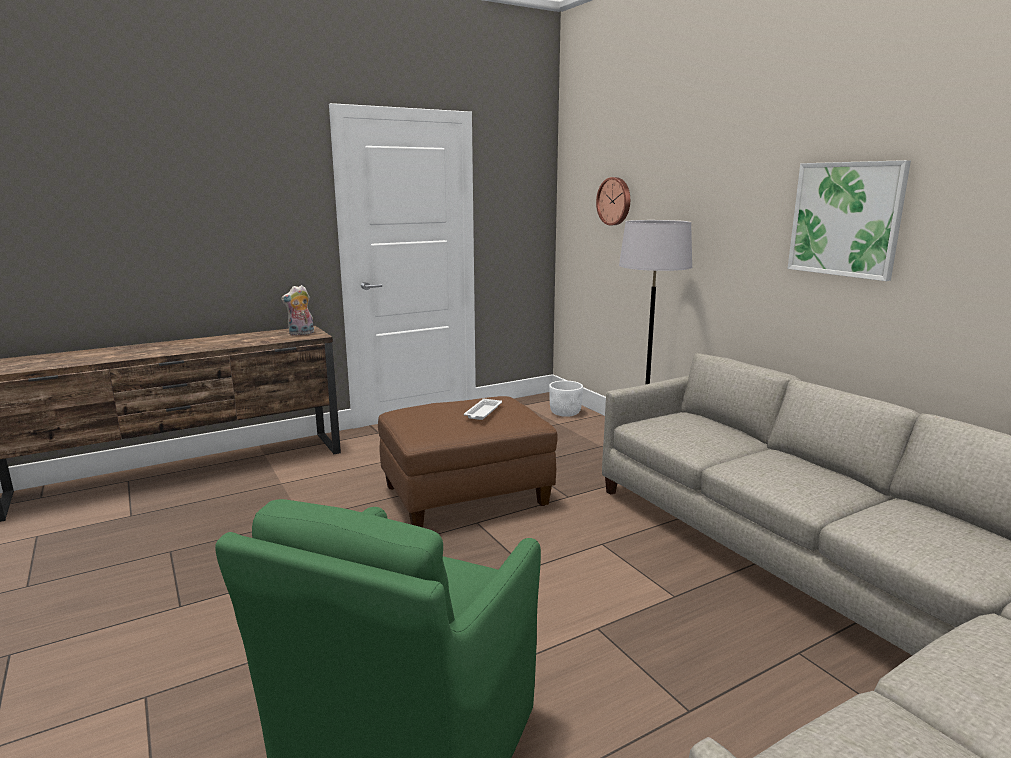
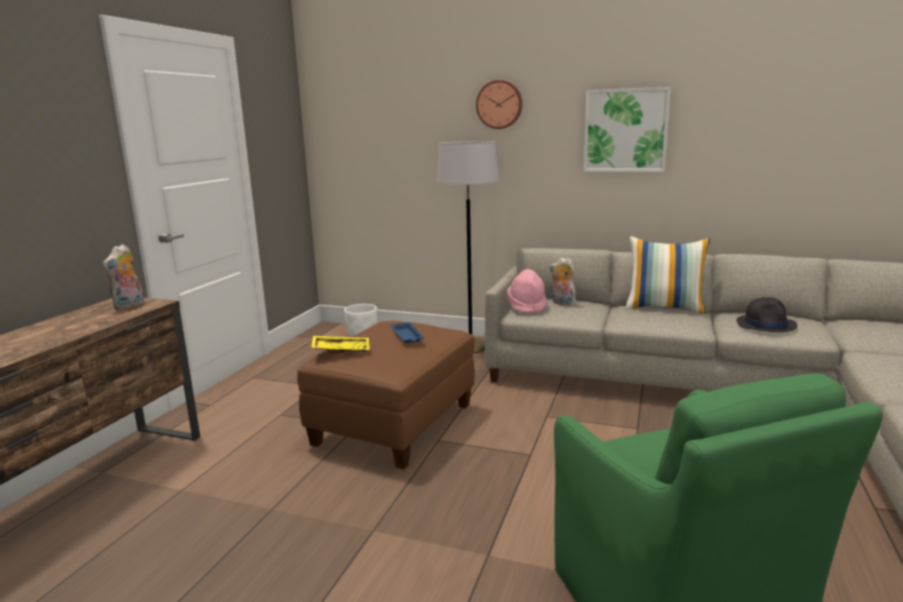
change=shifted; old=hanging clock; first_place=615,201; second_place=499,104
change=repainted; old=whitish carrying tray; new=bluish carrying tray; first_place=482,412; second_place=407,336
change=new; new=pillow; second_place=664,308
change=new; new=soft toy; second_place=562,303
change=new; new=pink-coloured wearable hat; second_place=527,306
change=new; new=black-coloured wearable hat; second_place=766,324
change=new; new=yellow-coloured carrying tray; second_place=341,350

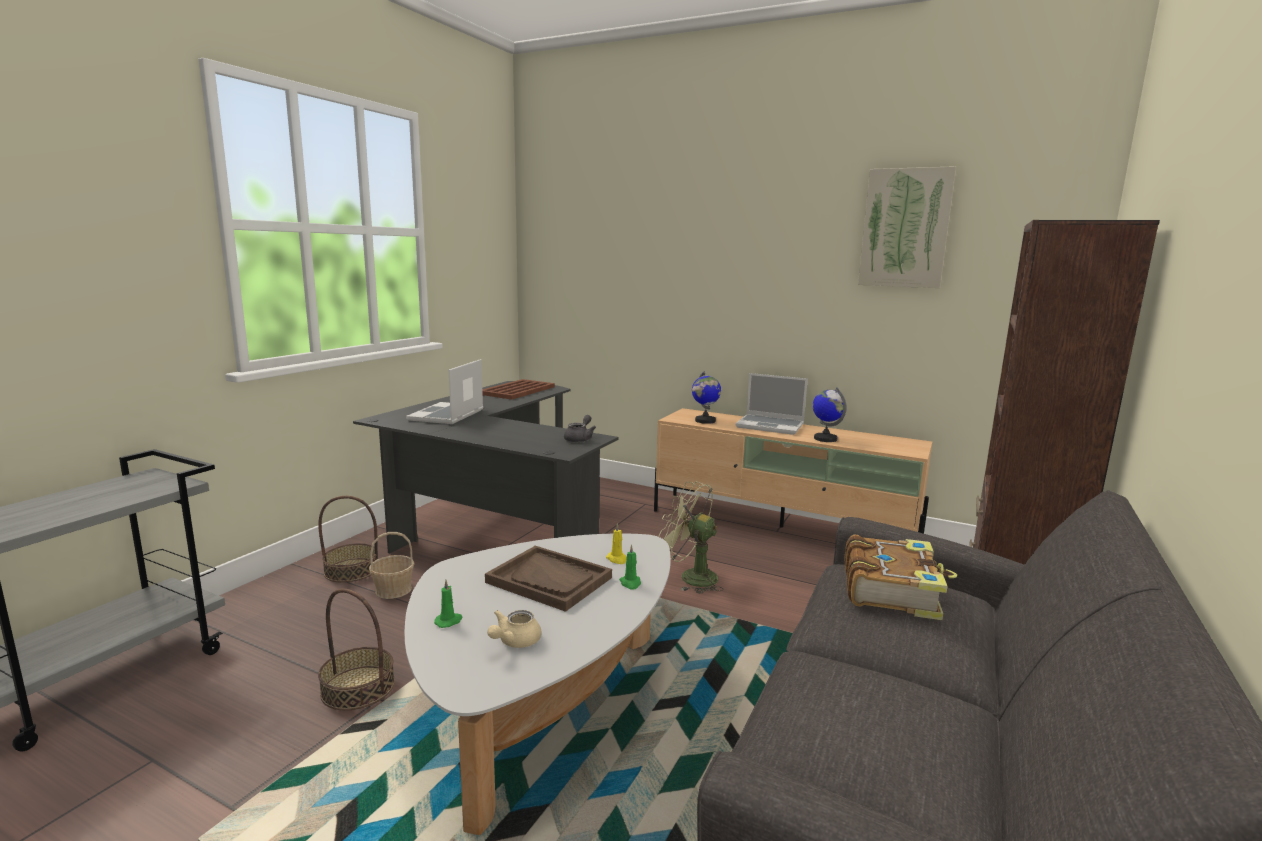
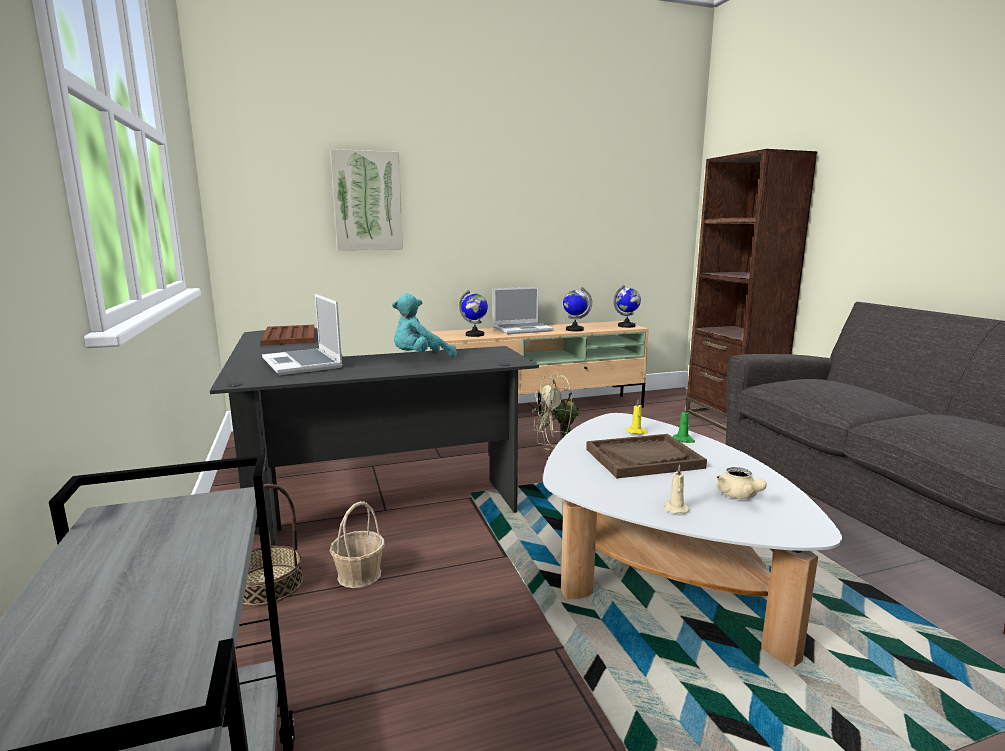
change=shifted; old=picture; first_place=905,228; second_place=367,201
change=gone; old=greyish teapot; first_place=580,439
change=gone; old=volume; first_place=892,590
change=repainted; old=green wax candle; new=beige wax candle; first_place=449,621; second_place=675,508
change=gone; old=household basket; first_place=358,688
change=new; new=globe; second_place=626,326
change=new; new=blue-green soft toy; second_place=420,358

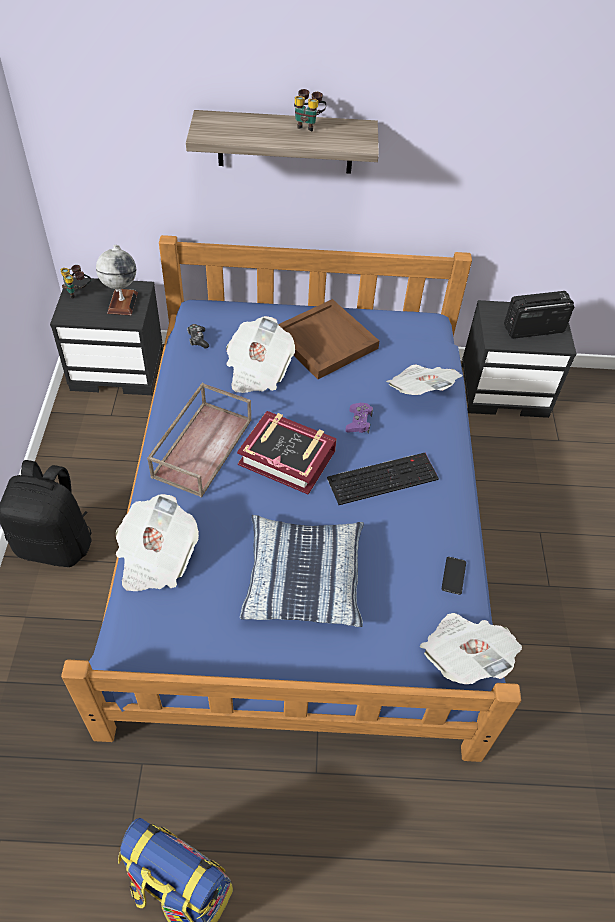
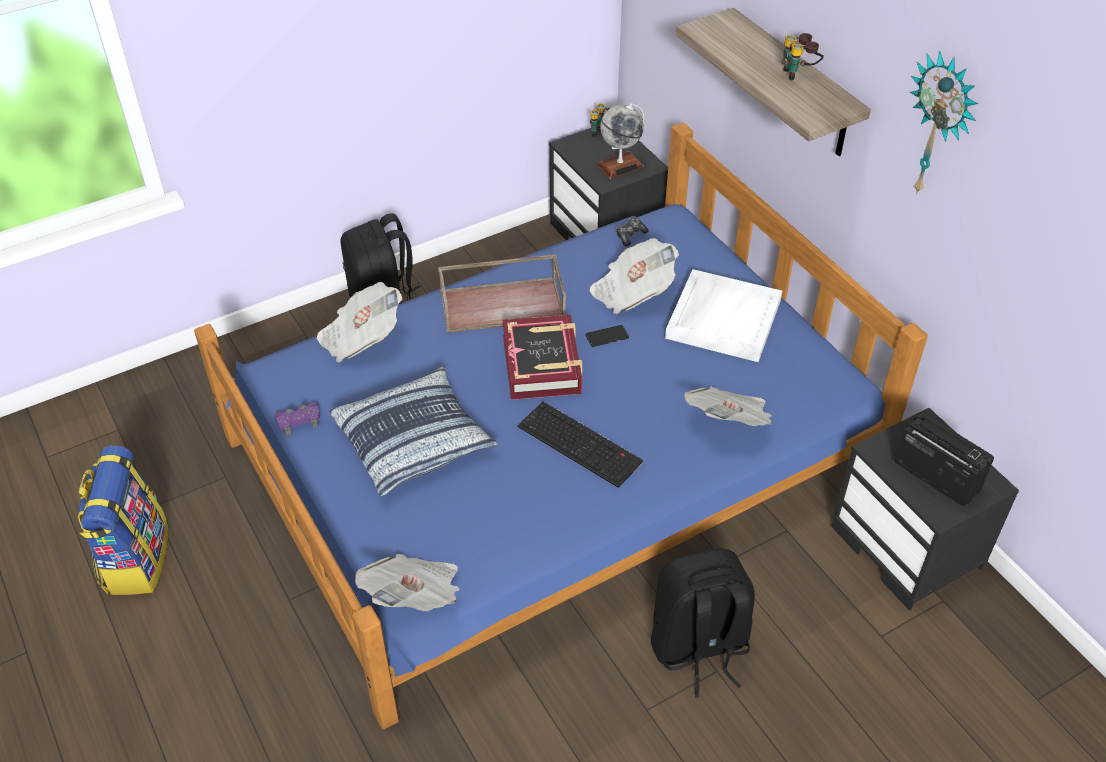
change=repainted; old=brown carrying tray; new=whitish carrying tray; first_place=324,341; second_place=723,318
change=shifted; old=purplish gamepad; first_place=359,422; second_place=299,421
change=shifted; old=handset; first_place=453,576; second_place=607,336
change=new; new=hanging clock; second_place=939,126
change=new; new=black-coloured backpack; second_place=698,648

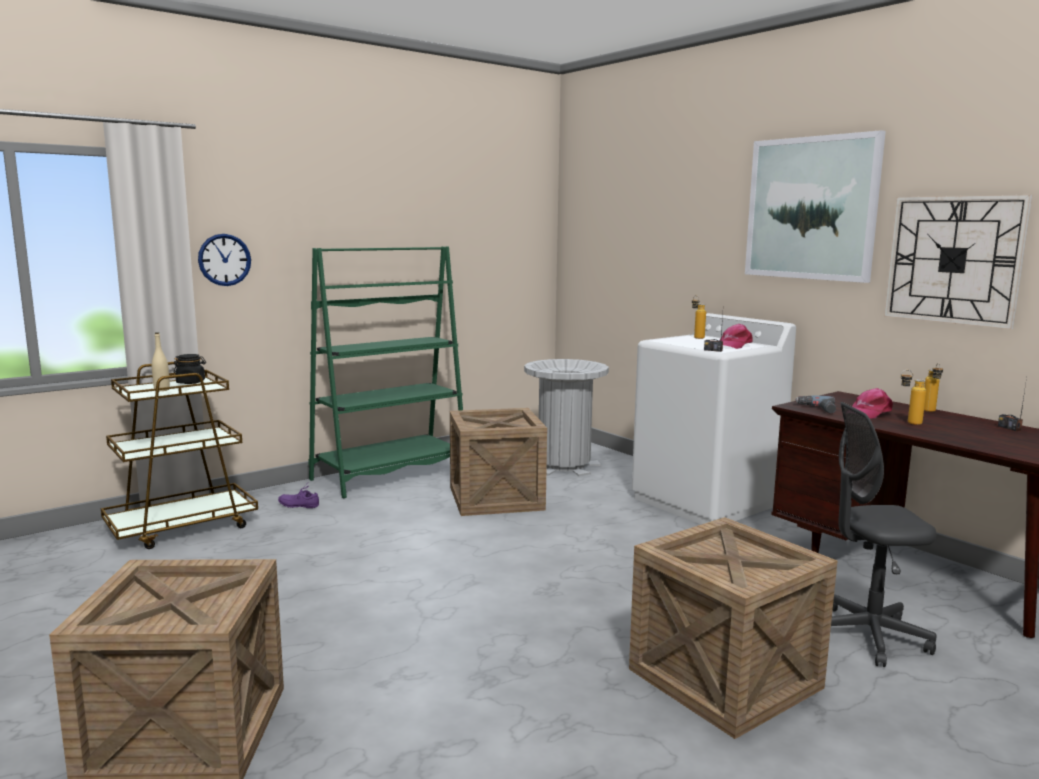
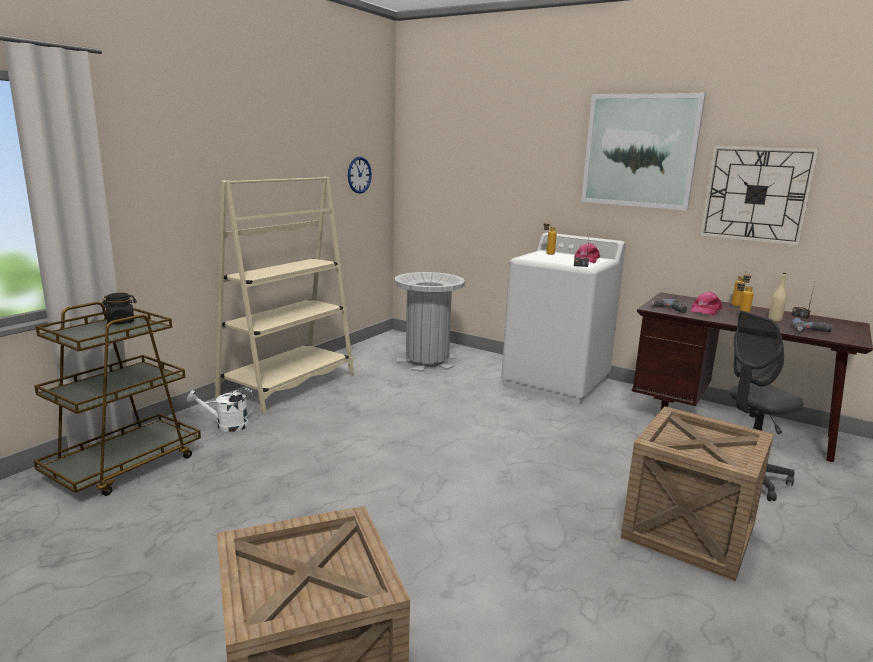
change=shifted; old=hanging clock; first_place=224,260; second_place=359,175
change=repainted; old=green shelving unit; new=beige shelving unit; first_place=390,475; second_place=289,386
change=shifted; old=beige beverage bottle; first_place=162,390; second_place=774,320
change=gone; old=shipping crate; first_place=496,498
change=swapped; old=purplish item of footwear; new=whitish sprinkling can; first_place=299,504; second_place=226,426
change=new; new=electric drill; second_place=811,331

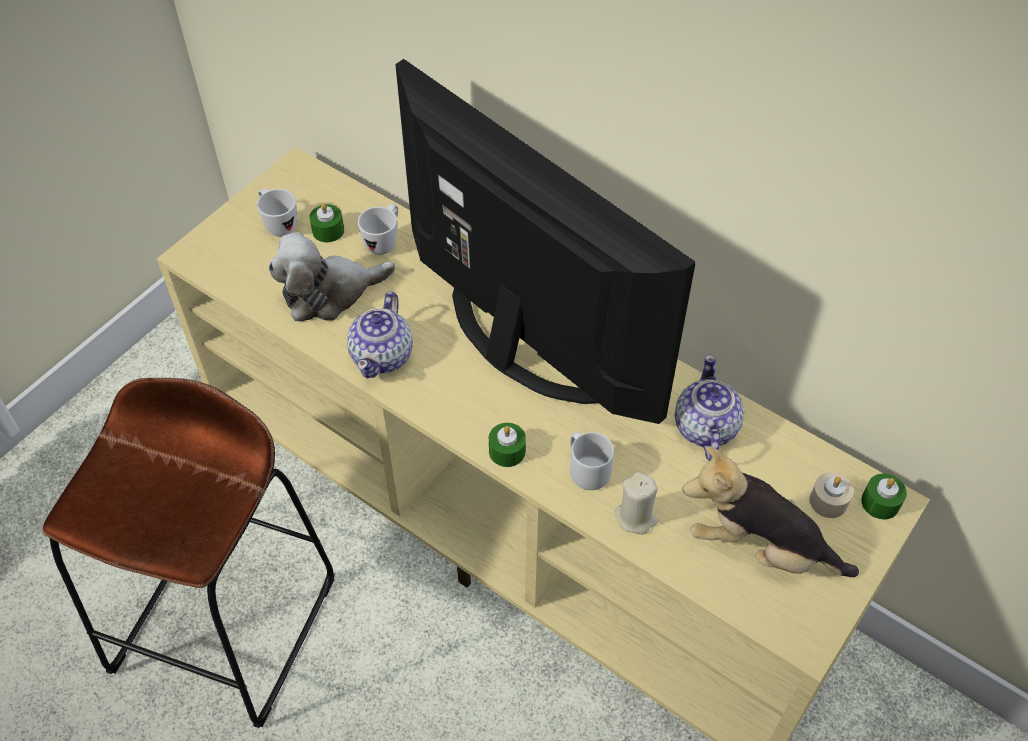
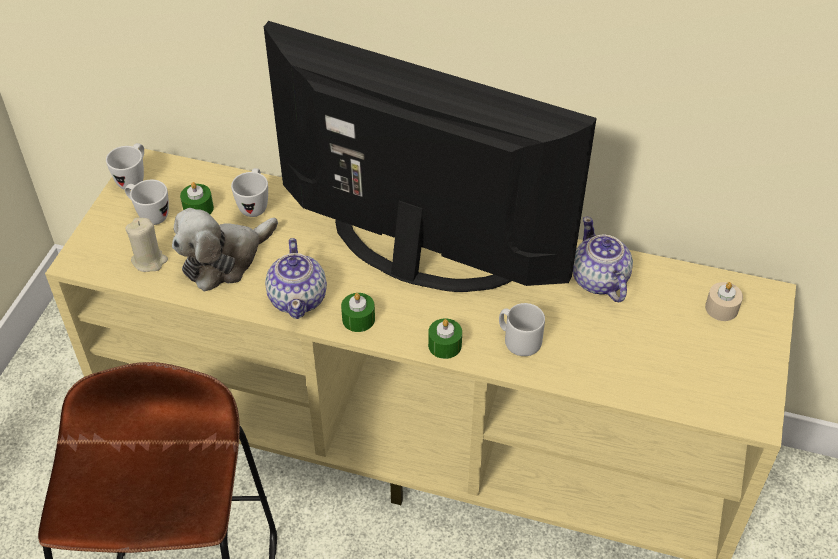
change=gone; old=soft toy; first_place=759,547
change=shifted; old=beige wax candle; first_place=636,517; second_place=149,261
change=shifted; old=green wax candle; first_place=880,502; second_place=358,319
change=new; new=whitish coffee mug; second_place=134,179

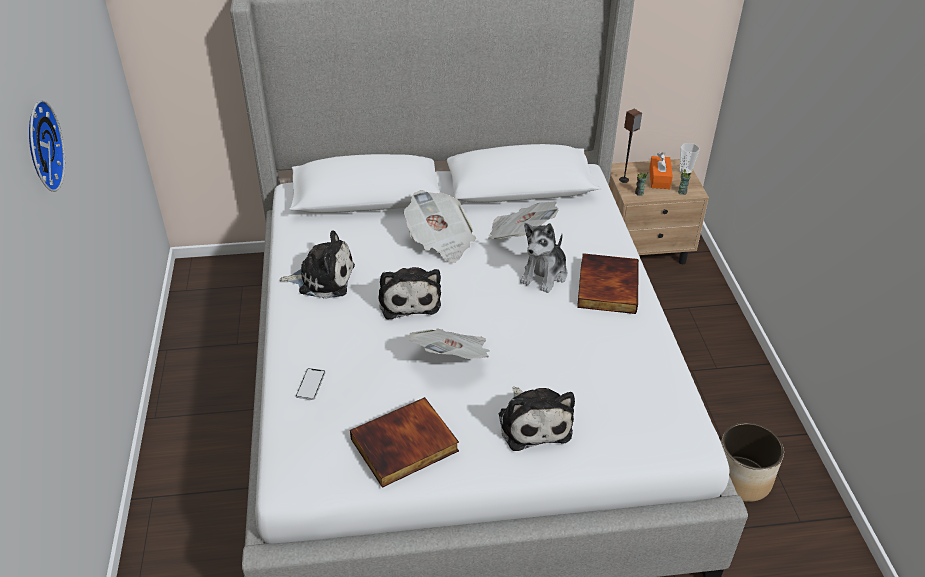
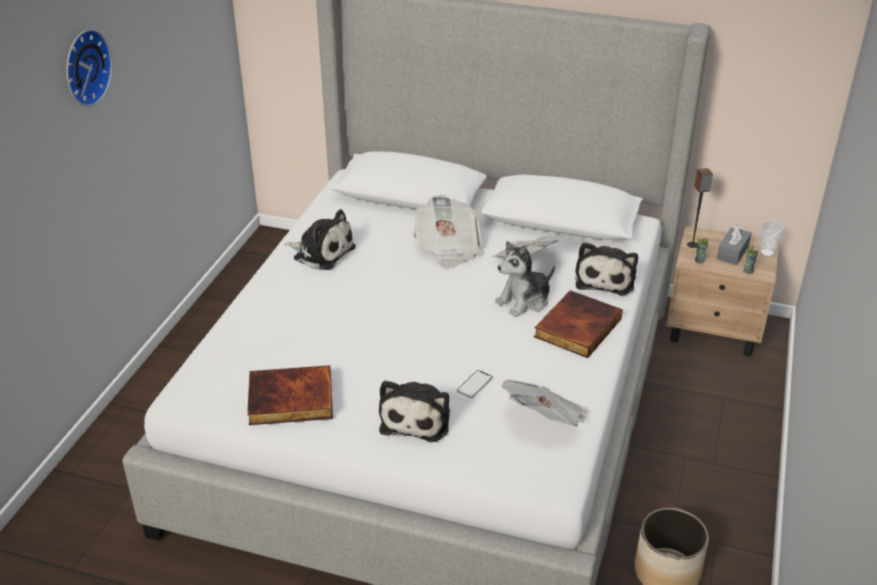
change=repainted; old=orangey tissue box; new=greyish tissue box; first_place=659,178; second_place=732,253
change=shifted; old=soft toy; first_place=409,299; second_place=605,279
change=shifted; old=newspaper; first_place=453,359; second_place=546,420
change=shifted; old=handset; first_place=310,384; second_place=474,385

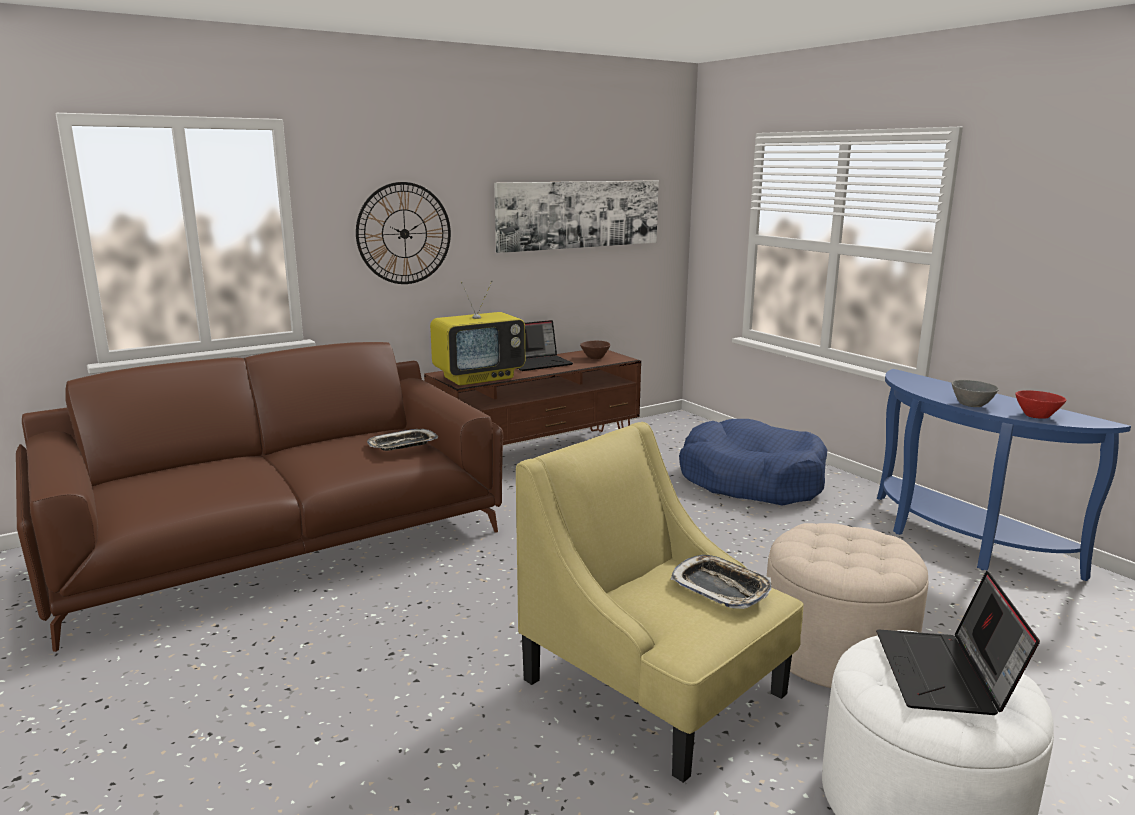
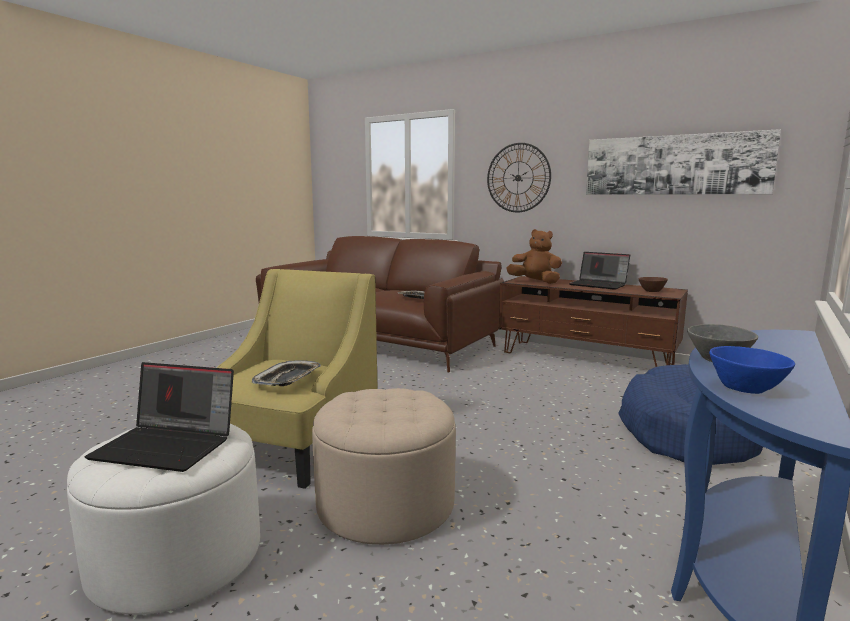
change=swapped; old=TV set; new=brown soft toy; first_place=479,377; second_place=535,282
change=repainted; old=red deep dish; new=bluish deep dish; first_place=1038,416; second_place=747,389
change=rotated; old=laptop; first_place=946,675; second_place=168,445; degrees=-150

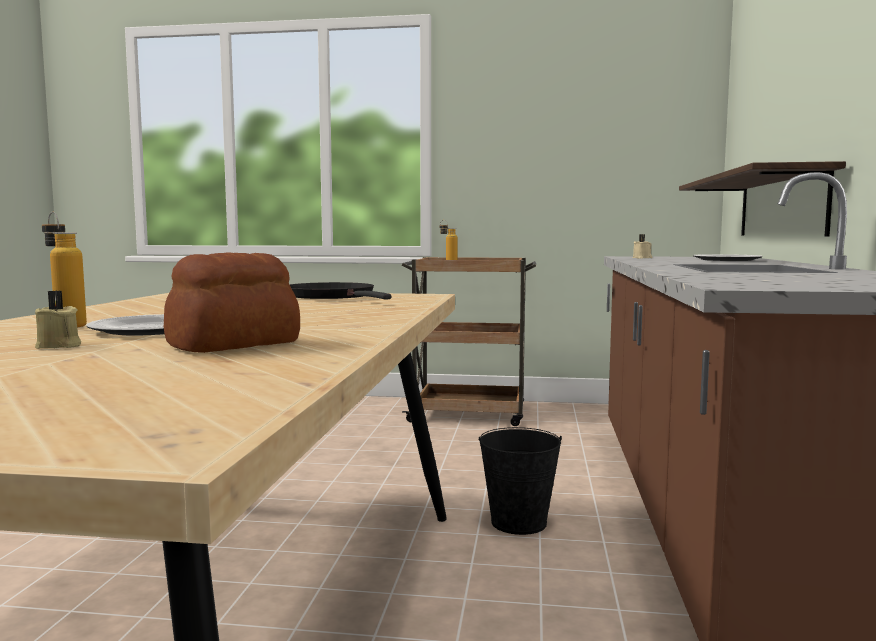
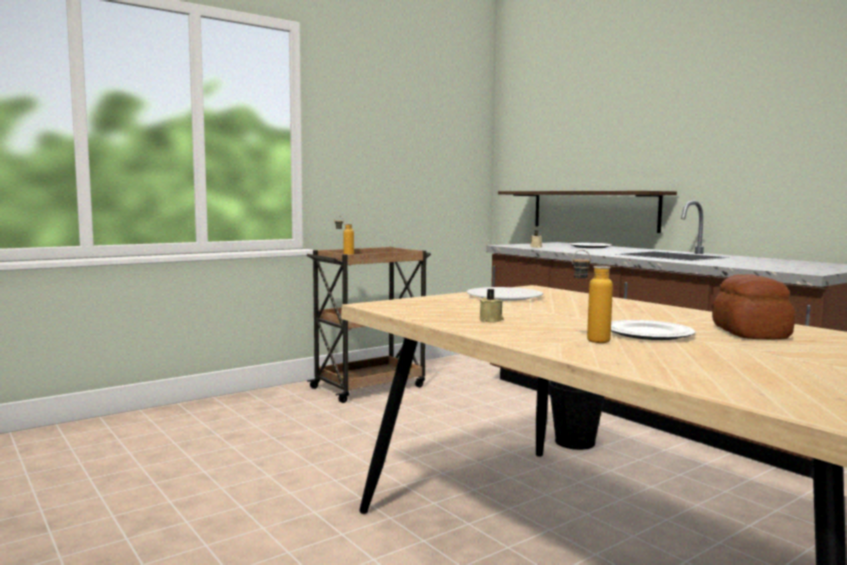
change=swapped; old=black-coloured skillet; new=whitish plate; first_place=333,297; second_place=504,296
change=shifted; old=beige wax candle; first_place=59,346; second_place=491,320

